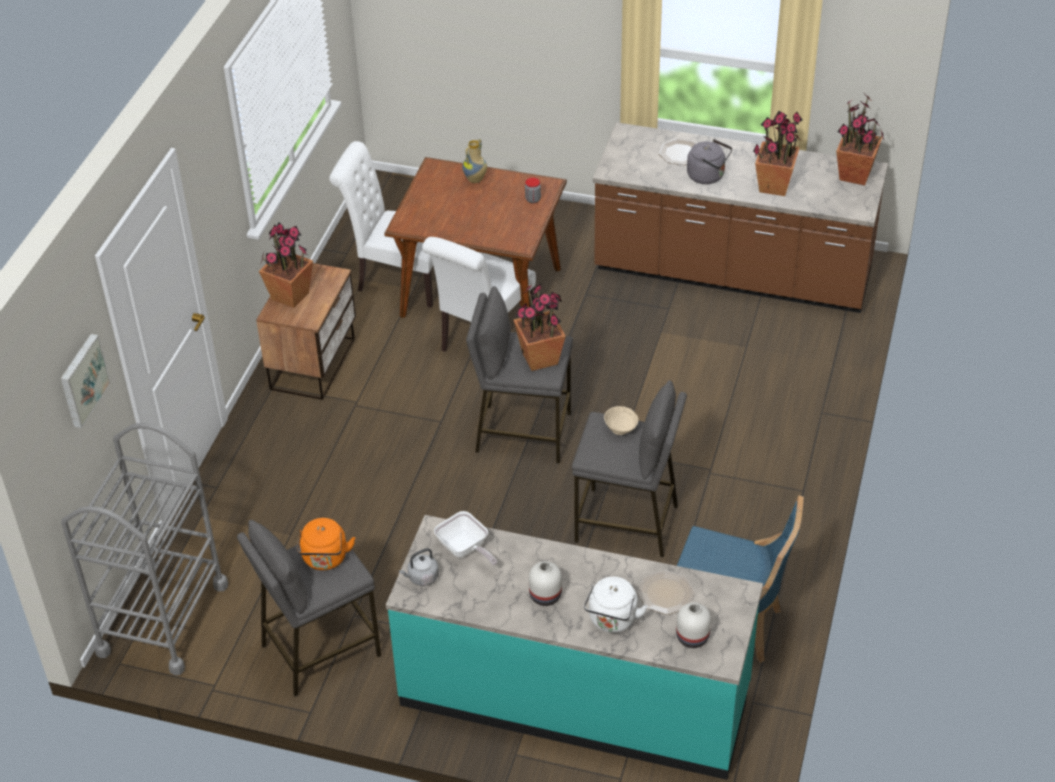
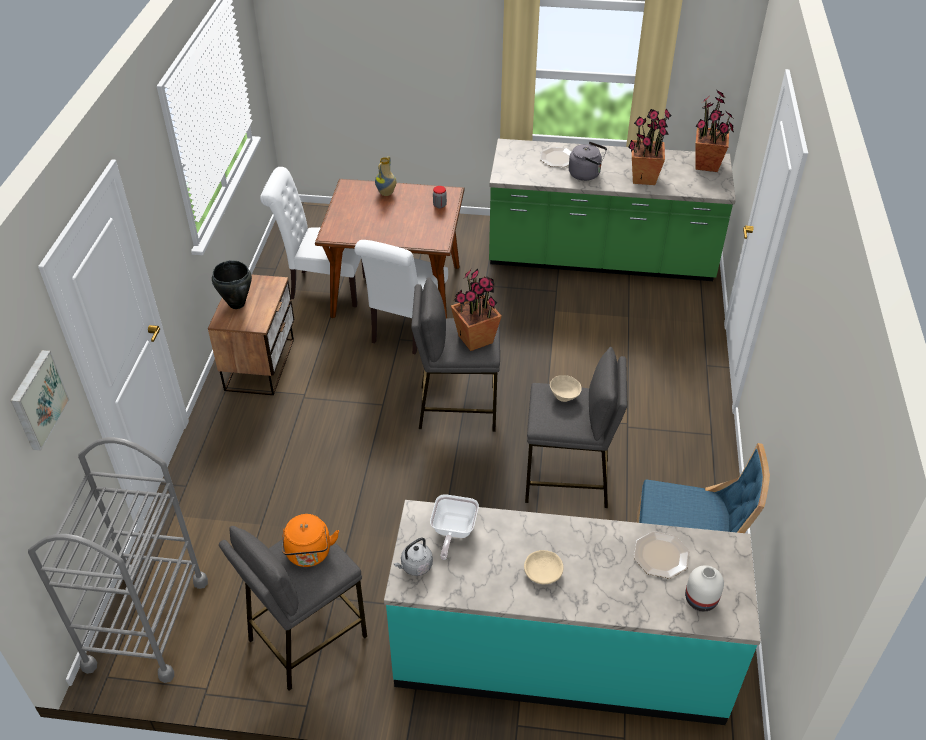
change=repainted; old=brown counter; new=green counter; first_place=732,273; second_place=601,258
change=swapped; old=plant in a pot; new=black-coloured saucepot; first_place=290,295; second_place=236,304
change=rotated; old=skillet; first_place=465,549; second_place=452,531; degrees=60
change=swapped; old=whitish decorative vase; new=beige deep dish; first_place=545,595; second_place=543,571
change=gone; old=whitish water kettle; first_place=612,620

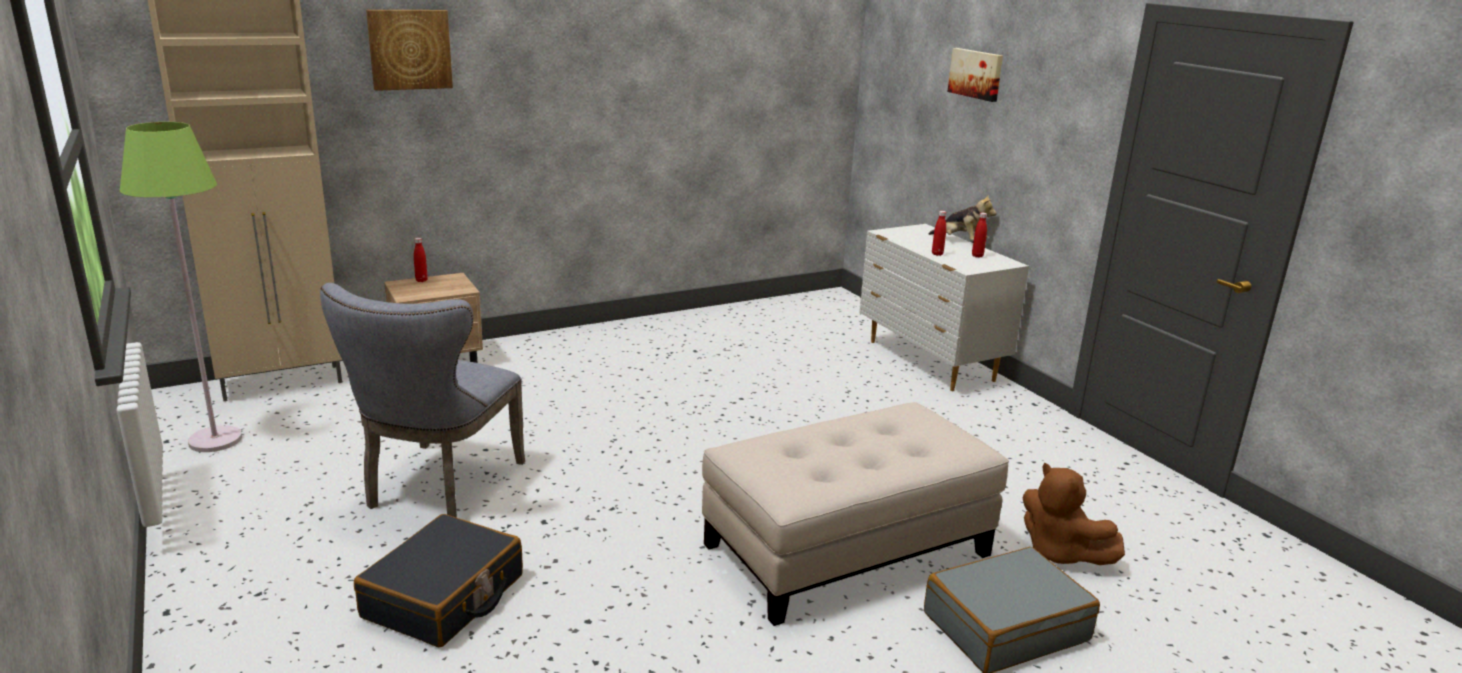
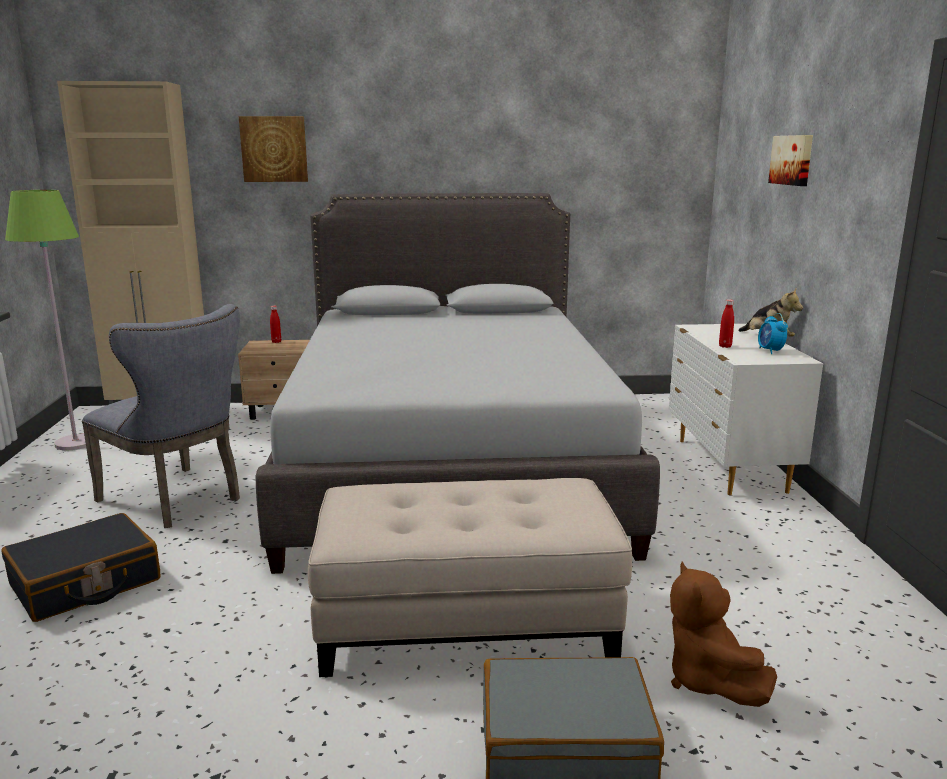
change=swapped; old=red beverage bottle; new=table clock; first_place=977,256; second_place=770,351
change=rotated; old=greyish chair; first_place=438,488; second_place=178,500; degrees=-90
change=new; new=greyish sleeping bed; second_place=451,463

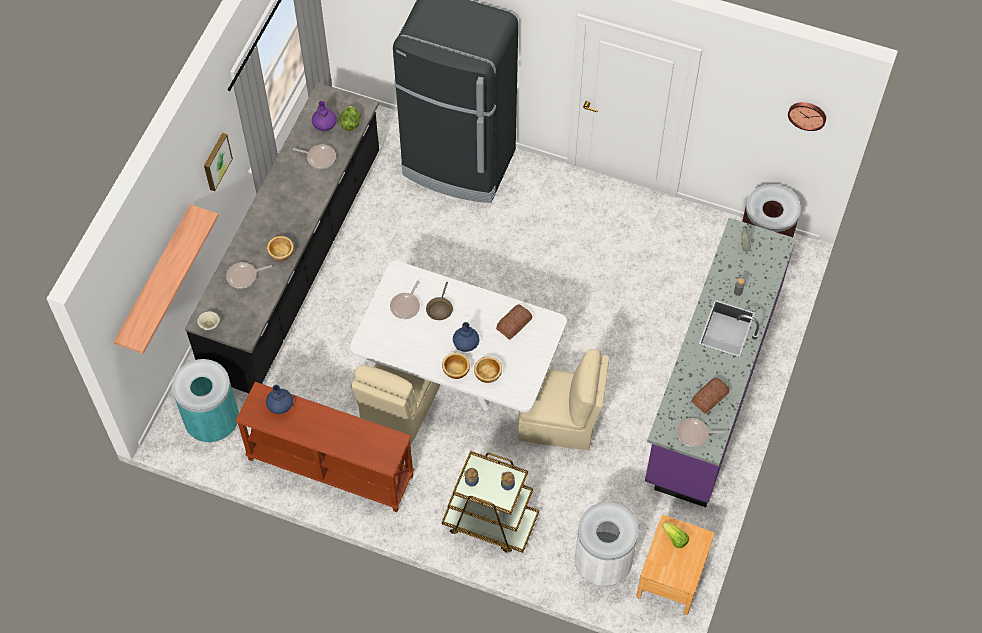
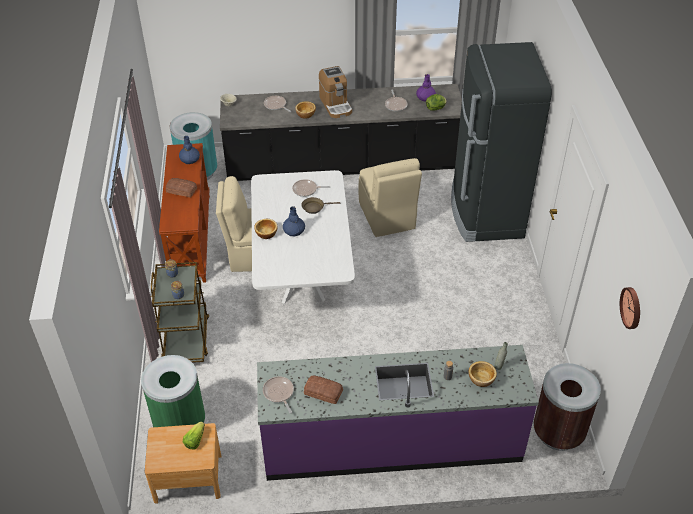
change=gone; old=picture; first_place=216,161
change=gone; old=shelf; first_place=155,279
change=shifted; old=bread; first_place=513,324; second_place=181,190
change=shifted; old=beige chair; first_place=559,422; second_place=387,217
change=shifted; old=deep dish; first_place=488,373; second_place=482,379
change=repainted; old=whitish waste bin; new=green waste bin; first_place=603,563; second_place=180,424
change=new; new=coffee brewer; second_place=335,105

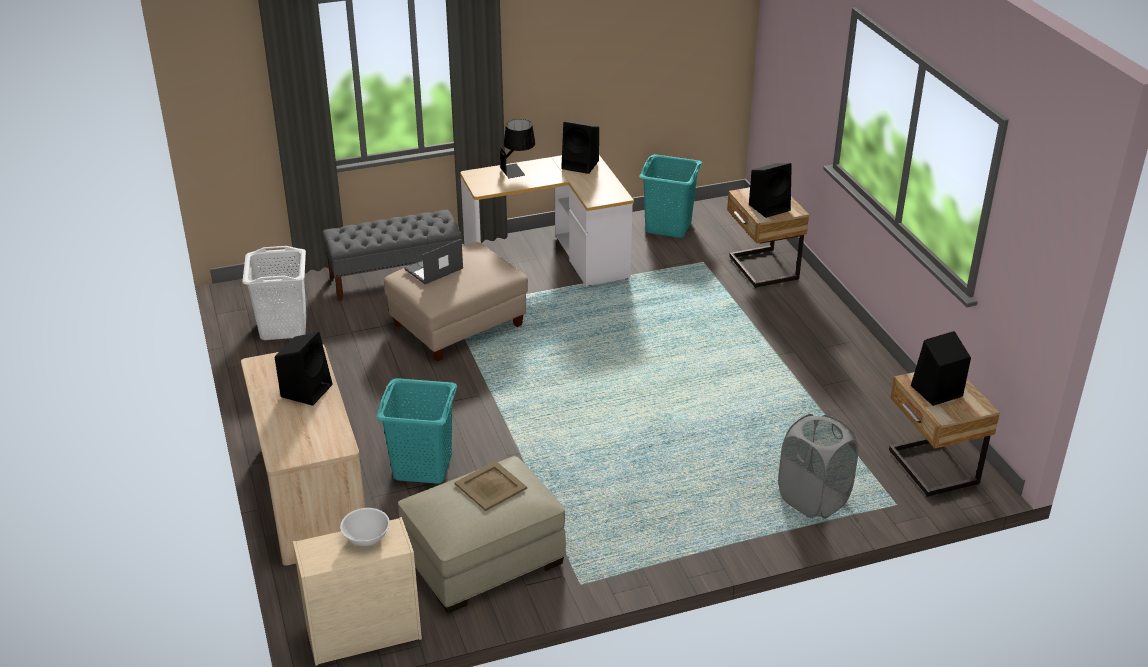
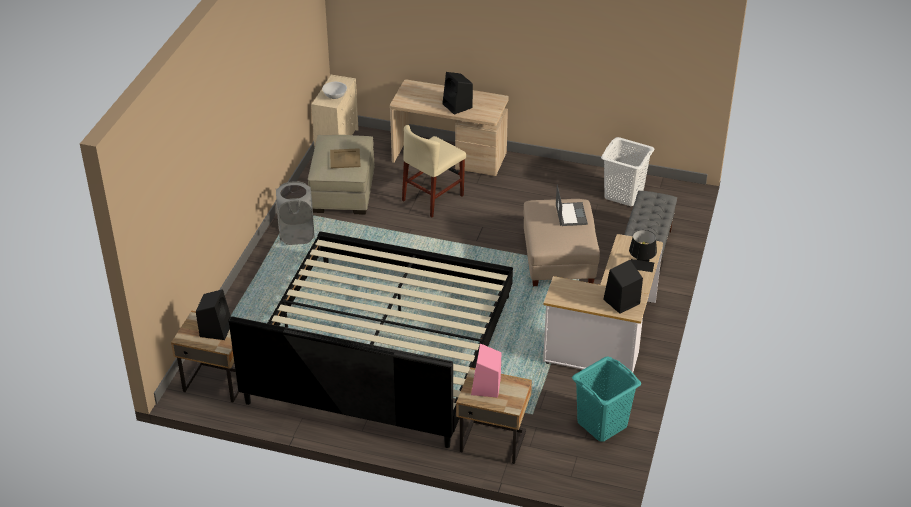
change=repainted; old=black-coloured speaker; new=pink-coloured speaker; first_place=770,207; second_place=486,387
change=swapped; old=blue-green hamper; new=beige chair; first_place=423,467; second_place=433,198
change=shifted; old=greyish hamper; first_place=813,499; second_place=297,235
change=new; new=sleeping bed; second_place=381,348

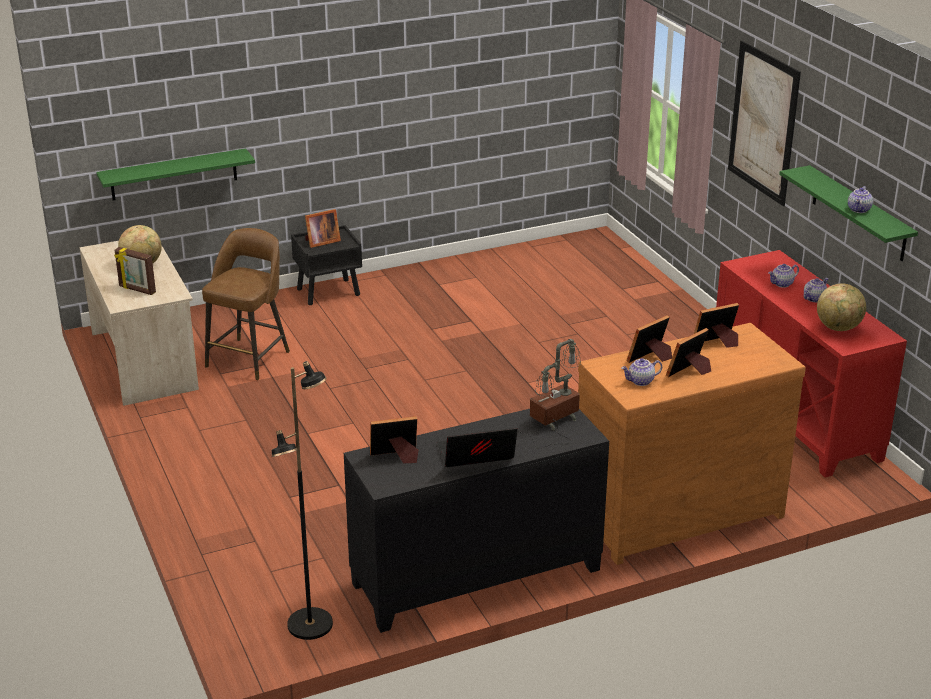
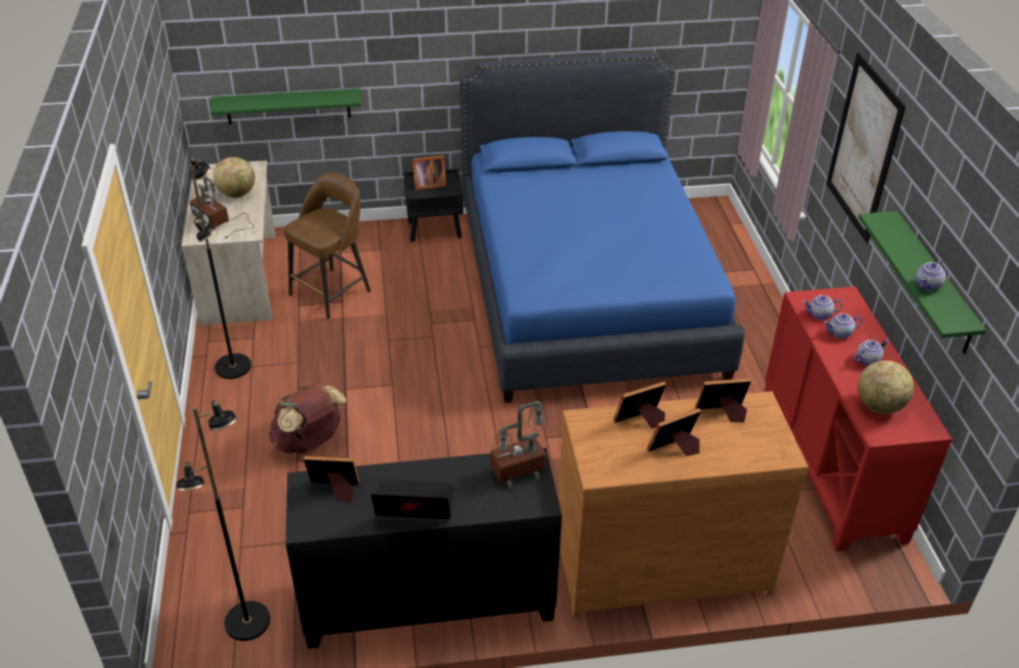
change=swapped; old=picture frame; new=tabletop lamp; first_place=137,290; second_place=218,222
change=shifted; old=teapot; first_place=641,382; second_place=819,315
change=new; new=bluish sleeping bed; second_place=587,292
change=new; new=black-coloured floor lamp; second_place=234,366
change=new; new=brown backpack; second_place=309,442

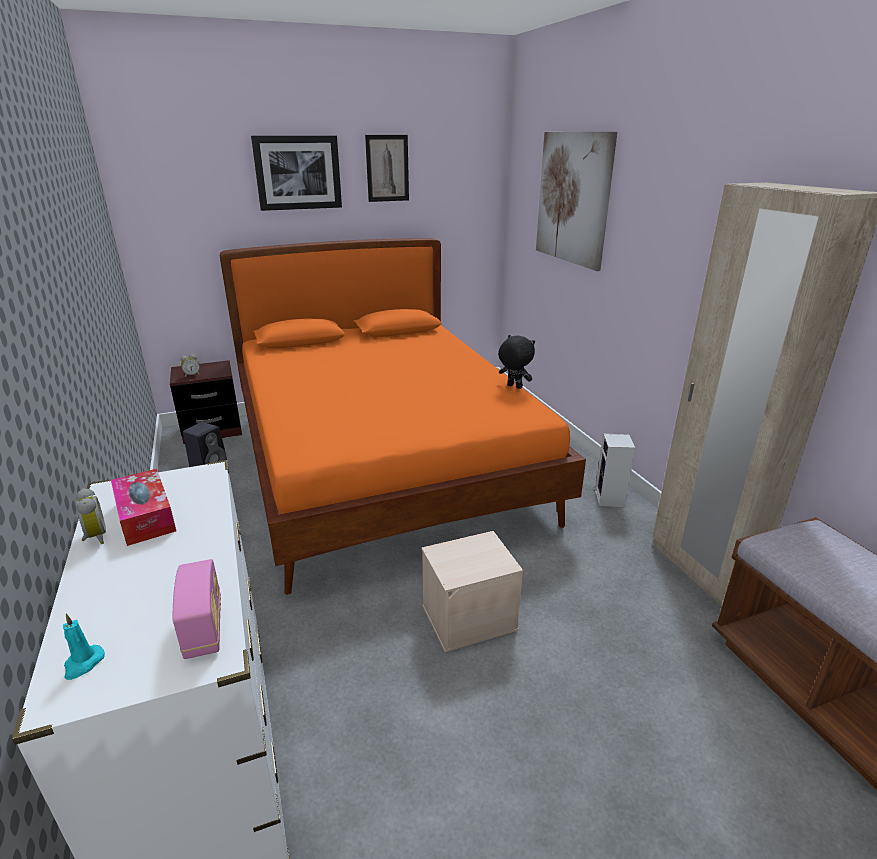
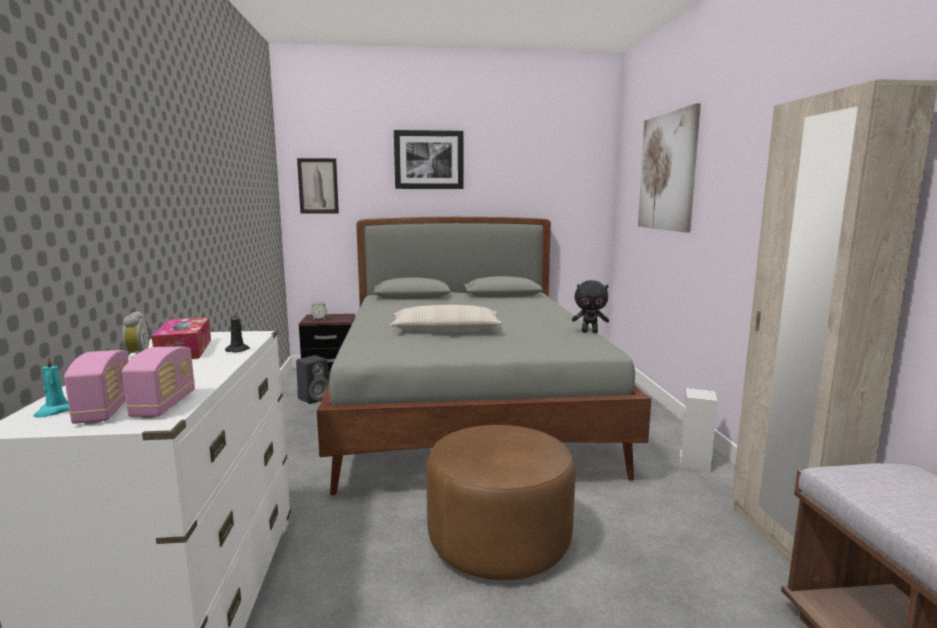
change=shifted; old=picture; first_place=387,168; second_place=318,186
change=repainted; old=orangey sleeping bed; new=greyish sleeping bed; first_place=383,465; second_place=467,411
change=rotated; old=black-coloured soft toy; first_place=514,387; second_place=590,332; degrees=135
change=swapped; old=beige storage container; new=brown ottoman; first_place=469,617; second_place=499,541
change=new; new=beige pillow; second_place=446,330
change=new; new=black-coloured wax candle; second_place=238,350
change=new; new=radio set; second_place=105,410

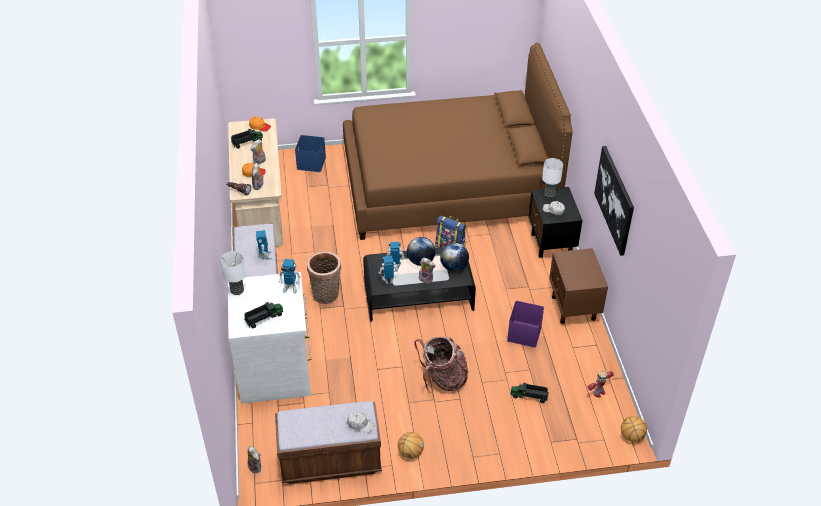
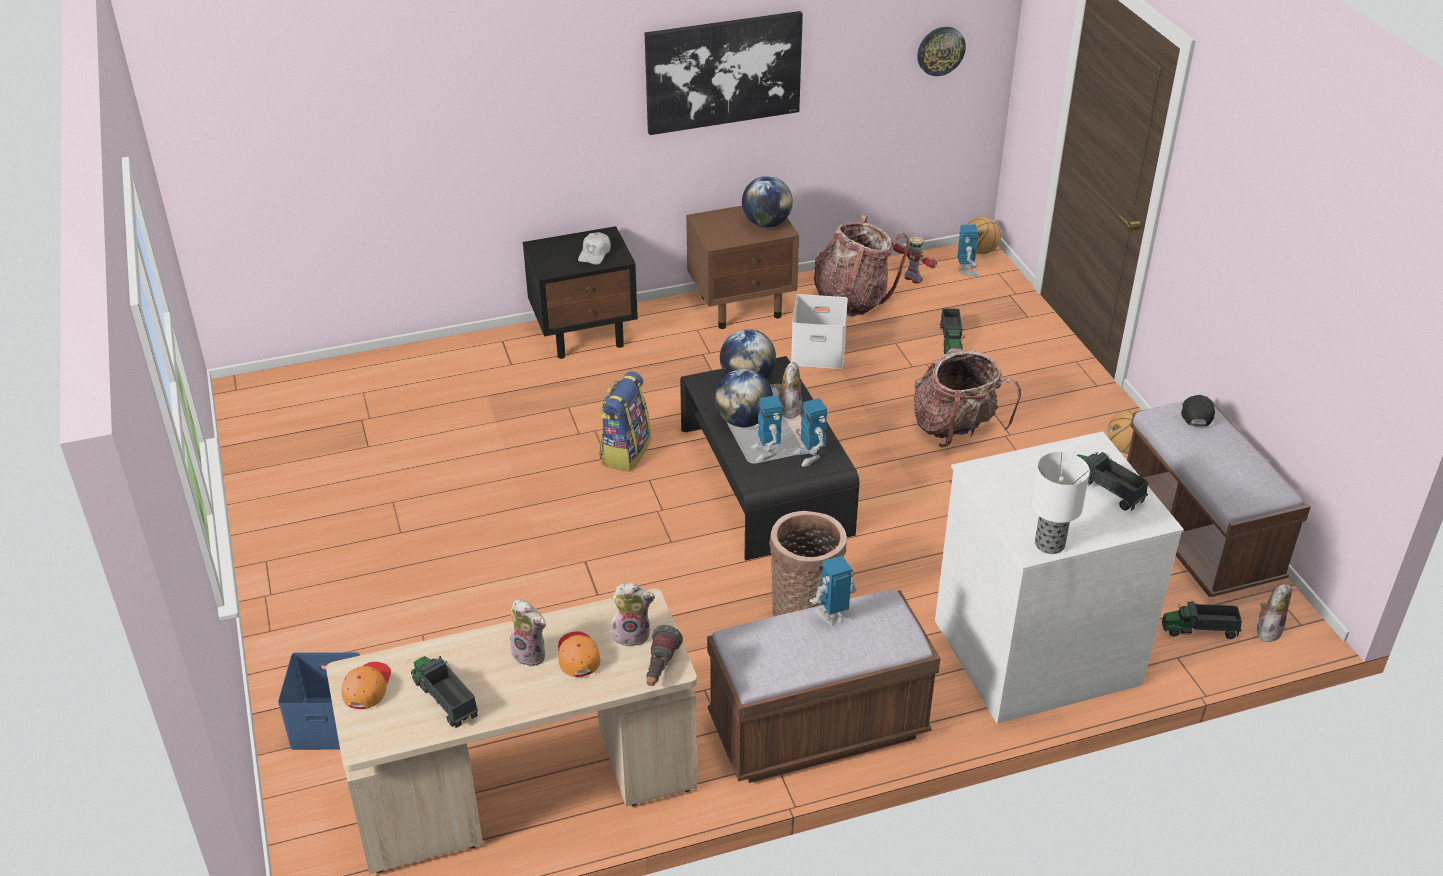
change=gone; old=brown sleeping bed; first_place=449,185
change=gone; old=tabletop lamp; first_place=549,193
change=shifted; old=robot figure; first_place=290,288; second_place=967,271
change=repainted; old=purplish storage container; new=whitish storage container; first_place=524,334; second_place=819,351
change=repainted; old=whitish peaked cap; new=black-coloured peaked cap; first_place=360,424; second_place=1196,414
change=new; new=hanging clock; second_place=940,50
change=new; new=globe; second_place=766,224
change=new; new=backpack; second_place=853,298
change=new; new=toy lorry; second_place=1200,630

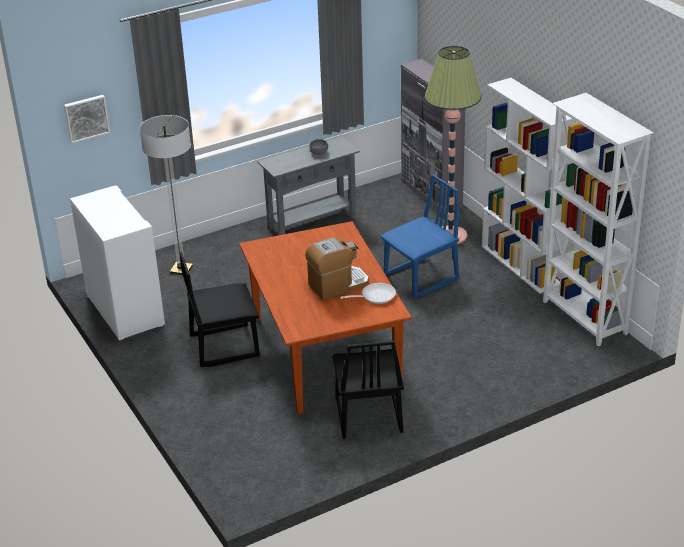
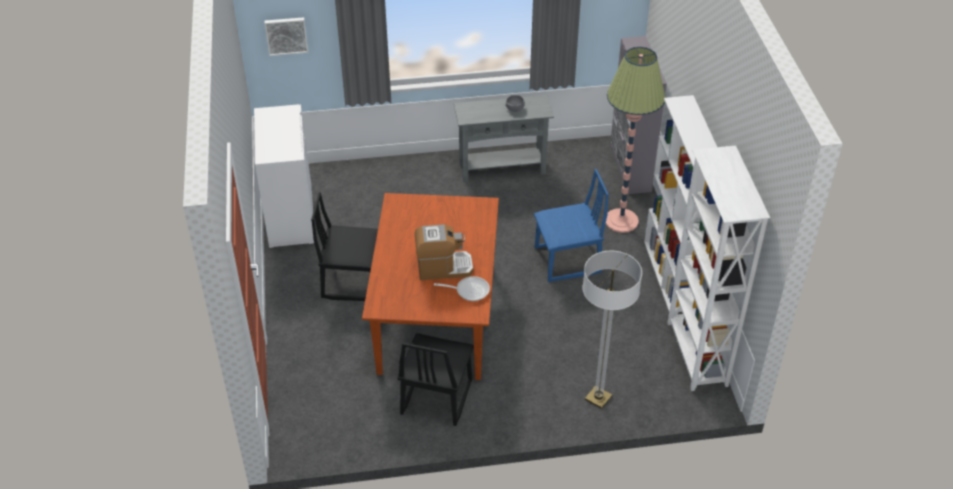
change=shifted; old=floor lamp; first_place=181,269; second_place=598,398

